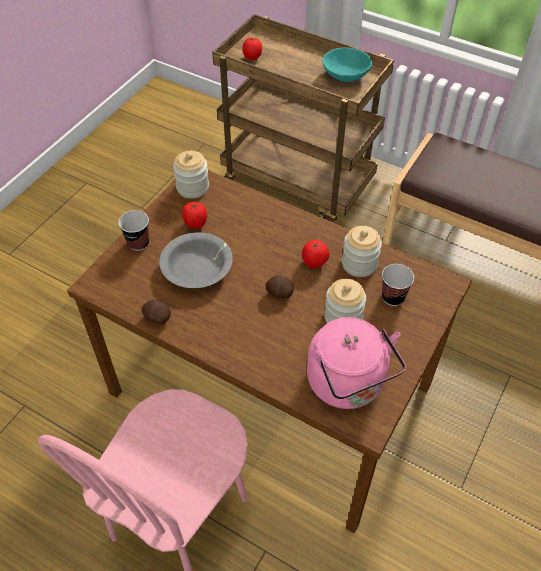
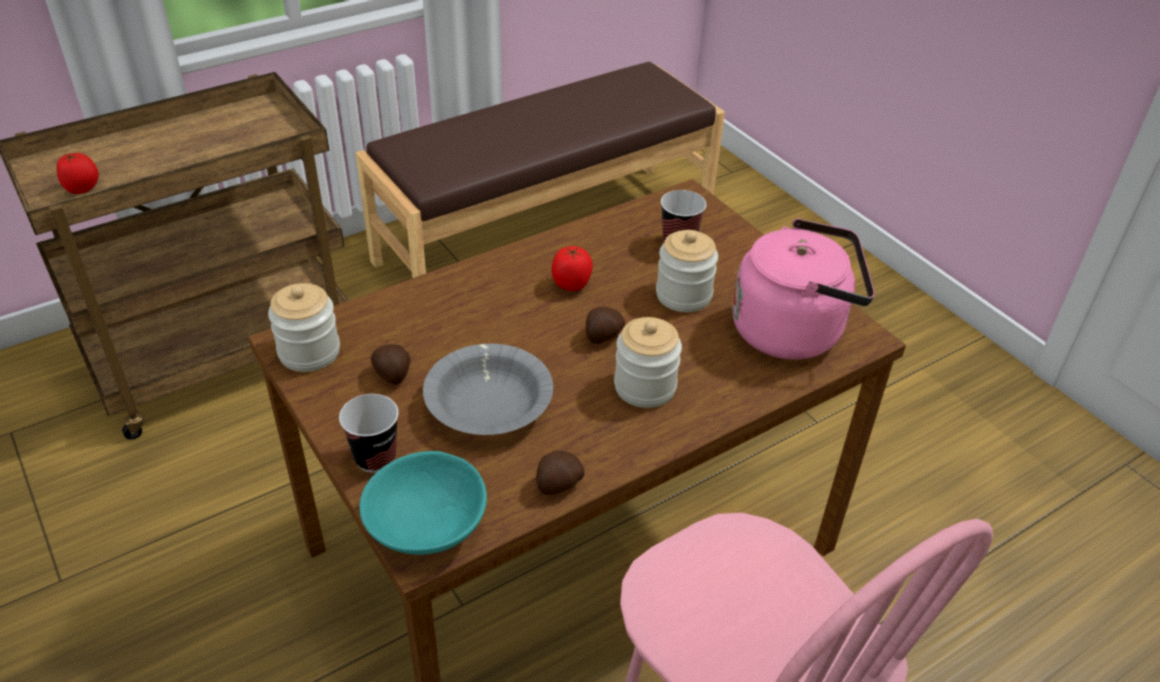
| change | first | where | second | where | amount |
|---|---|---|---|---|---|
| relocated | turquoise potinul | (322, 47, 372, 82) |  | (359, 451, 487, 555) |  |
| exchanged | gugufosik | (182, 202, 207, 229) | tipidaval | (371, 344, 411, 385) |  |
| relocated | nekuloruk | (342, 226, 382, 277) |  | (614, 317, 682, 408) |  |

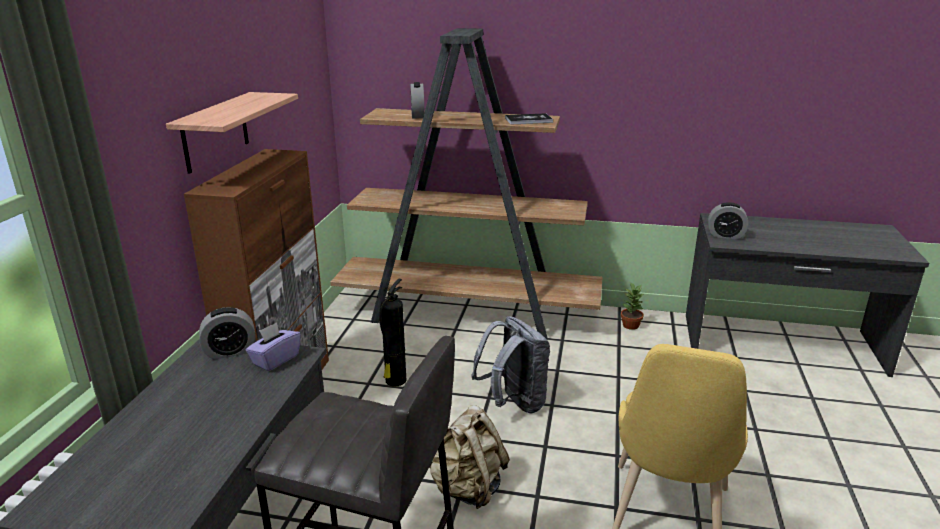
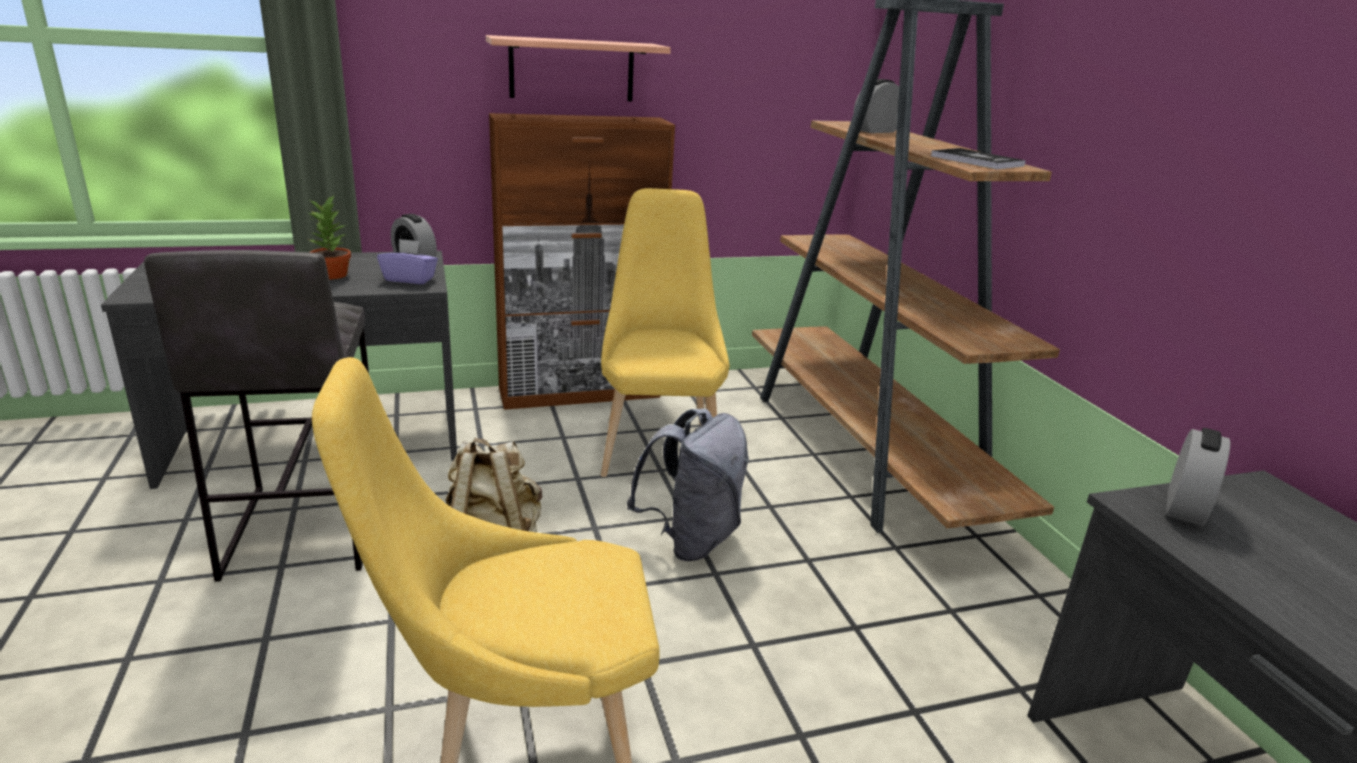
| change | first | where | second | where | amount |
|---|---|---|---|---|---|
| relocated | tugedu | (621, 283, 644, 330) |  | (308, 196, 351, 279) |  |
| exchanged | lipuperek | (379, 279, 406, 386) | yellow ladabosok | (601, 188, 730, 477) |  |
| spun | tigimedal | (708, 202, 748, 239) |  | (1166, 428, 1230, 526) | 135 degrees counterclockwise |

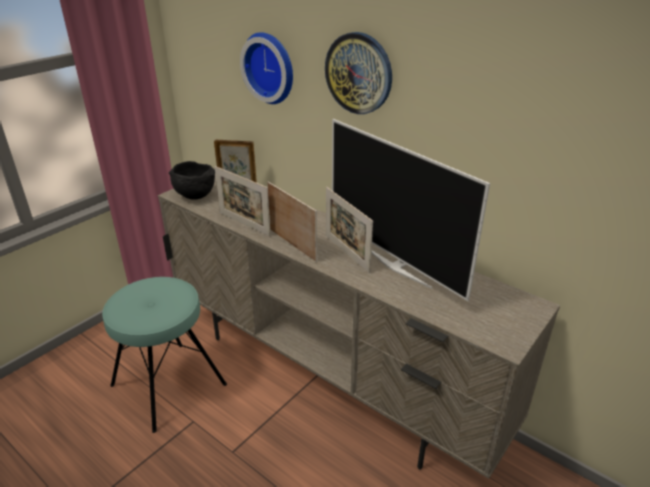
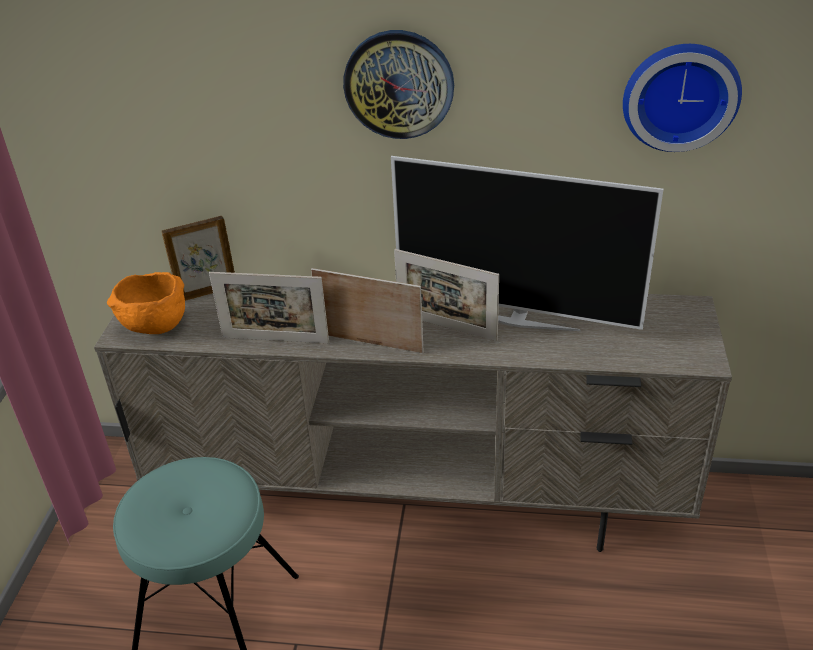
| change | first | where | second | where | amount |
|---|---|---|---|---|---|
| colour | black potinul | (169, 161, 215, 200) | orange potinul | (107, 272, 185, 334) |  |
| relocated | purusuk | (240, 32, 293, 104) |  | (623, 44, 742, 152) |  |

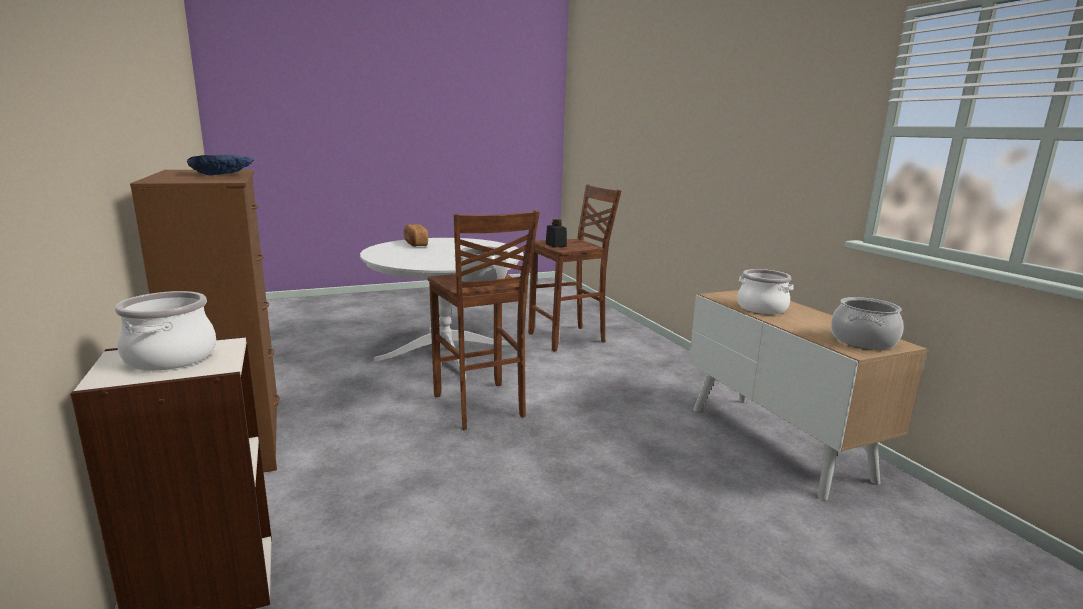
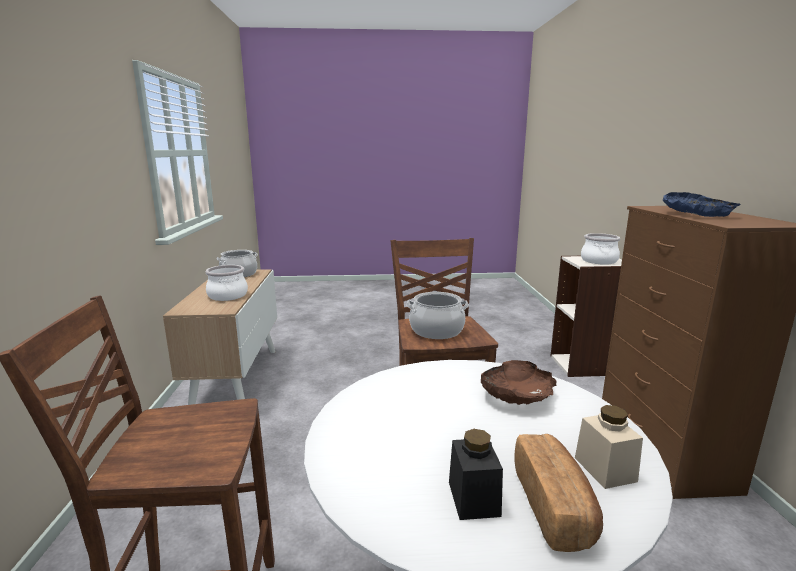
| change | first | where | second | where | amount |
|---|---|---|---|---|---|
| relocated | black nekuloruk | (546, 219, 567, 248) |  | (449, 429, 503, 520) |  |
| appeared |  |  | brown potinul | (481, 360, 556, 405) |  |
| appeared |  |  | beige nekuloruk | (575, 405, 643, 489) |  |

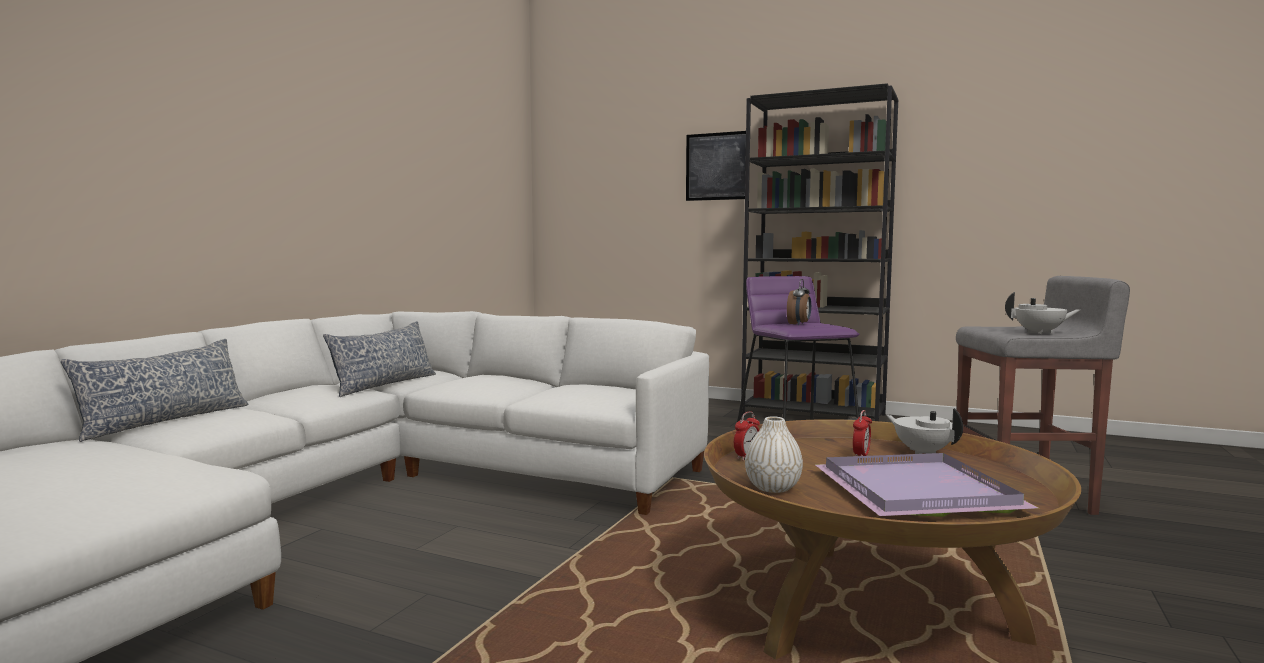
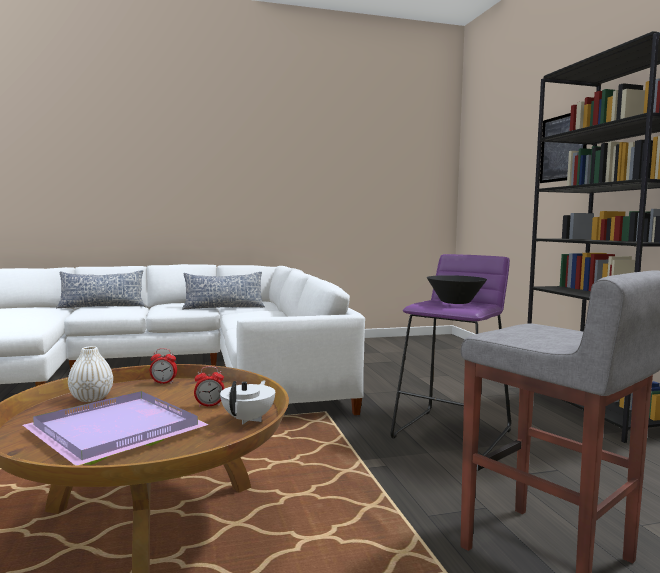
| change | first | where | second | where | amount |
|---|---|---|---|---|---|
| exchanged | tigimedal | (787, 279, 811, 326) | black potinul | (427, 275, 487, 304) |  |
| missing | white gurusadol | (1005, 292, 1080, 335) |  |  |  |

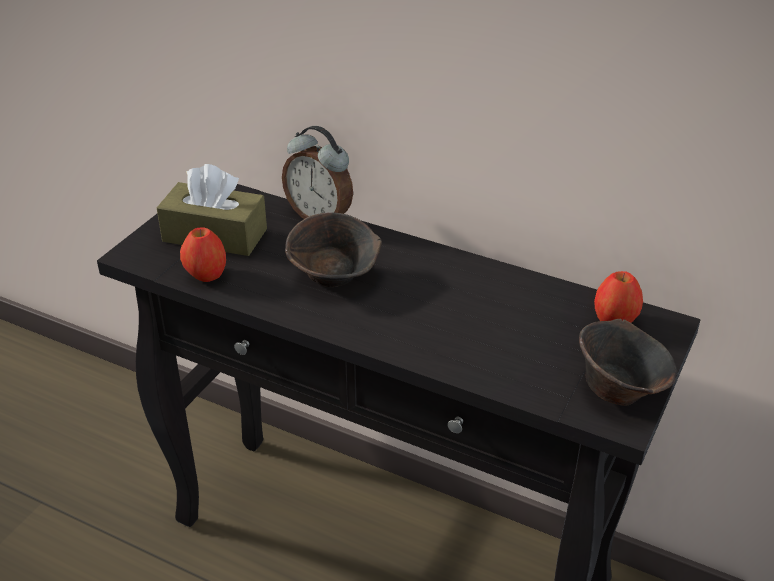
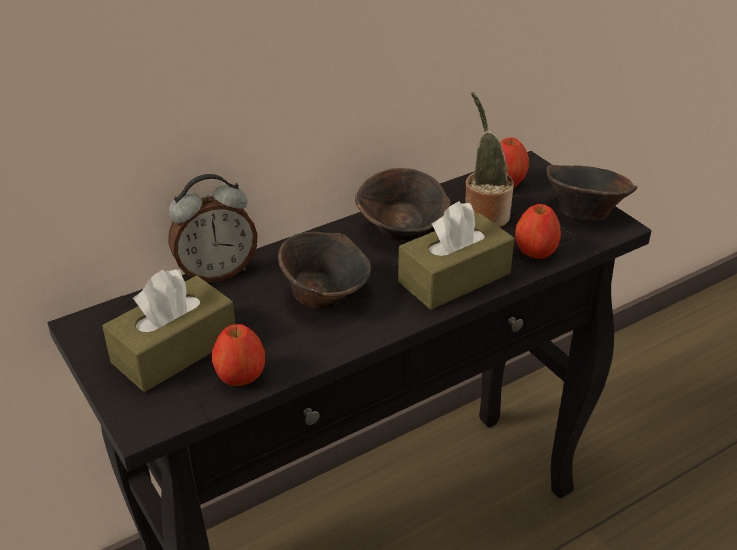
| change | first | where | second | where | amount |
|---|---|---|---|---|---|
| appeared |  |  | brown potinul | (355, 168, 451, 241) |  |
| appeared |  |  | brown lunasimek | (398, 201, 515, 310) |  |
| appeared |  |  | tugedu | (465, 92, 514, 227) |  |
| appeared |  |  | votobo | (515, 204, 561, 259) |  |

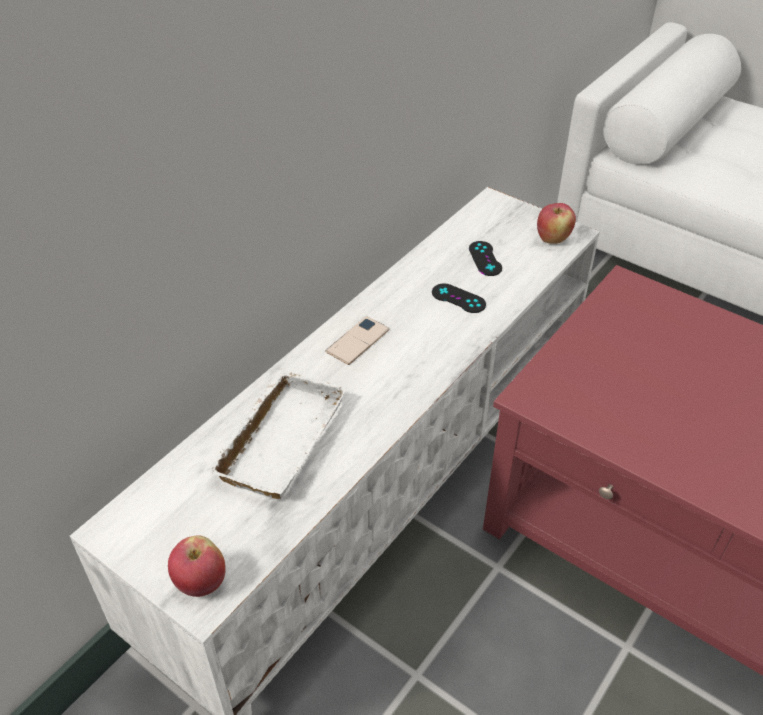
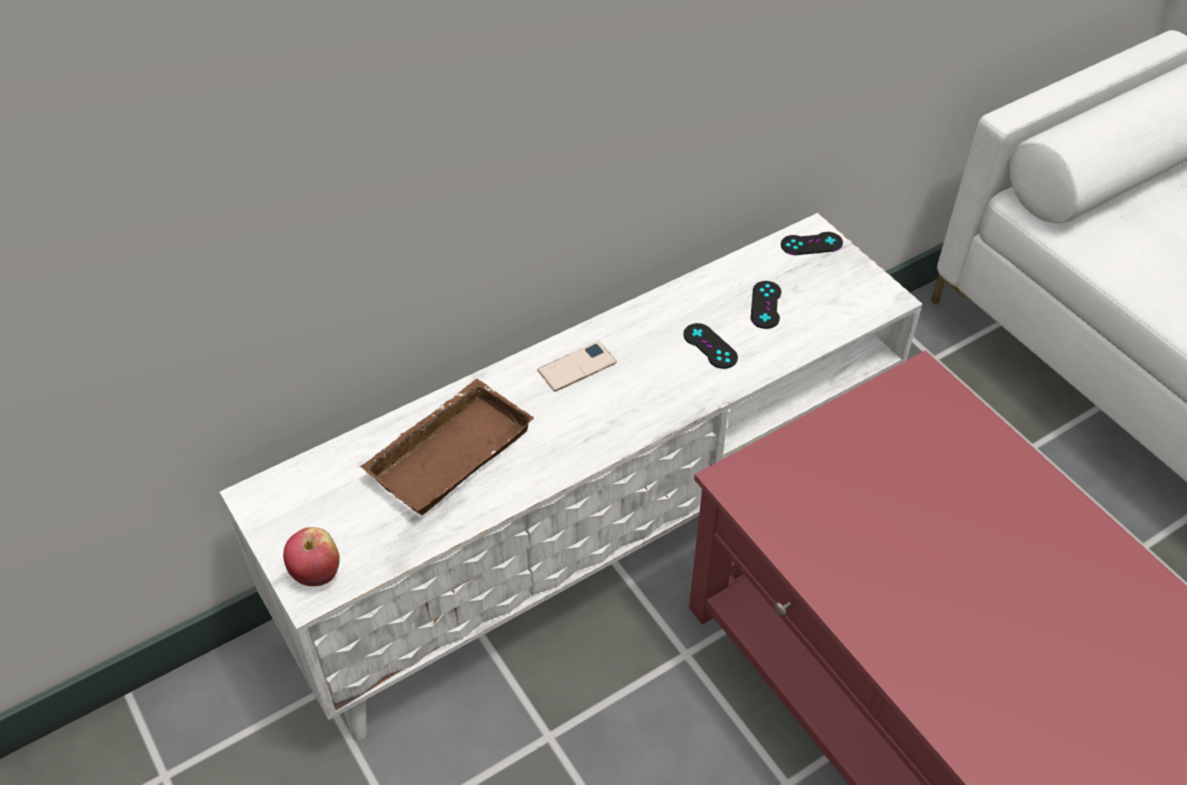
| change | first | where | second | where | amount |
|---|---|---|---|---|---|
| colour | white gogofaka | (207, 369, 347, 499) | brown gogofaka | (360, 379, 534, 515) |  |
| appeared |  |  | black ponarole | (781, 232, 843, 255) |  |
| missing | votobo | (537, 203, 576, 244) |  |  |  |

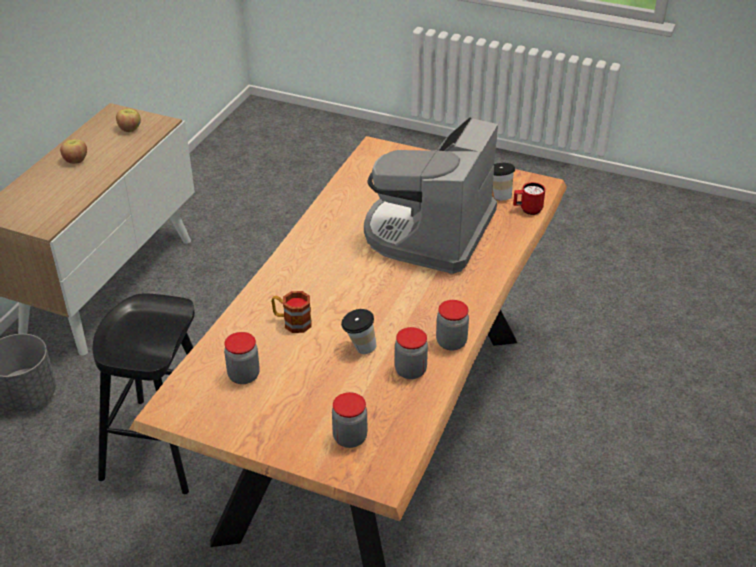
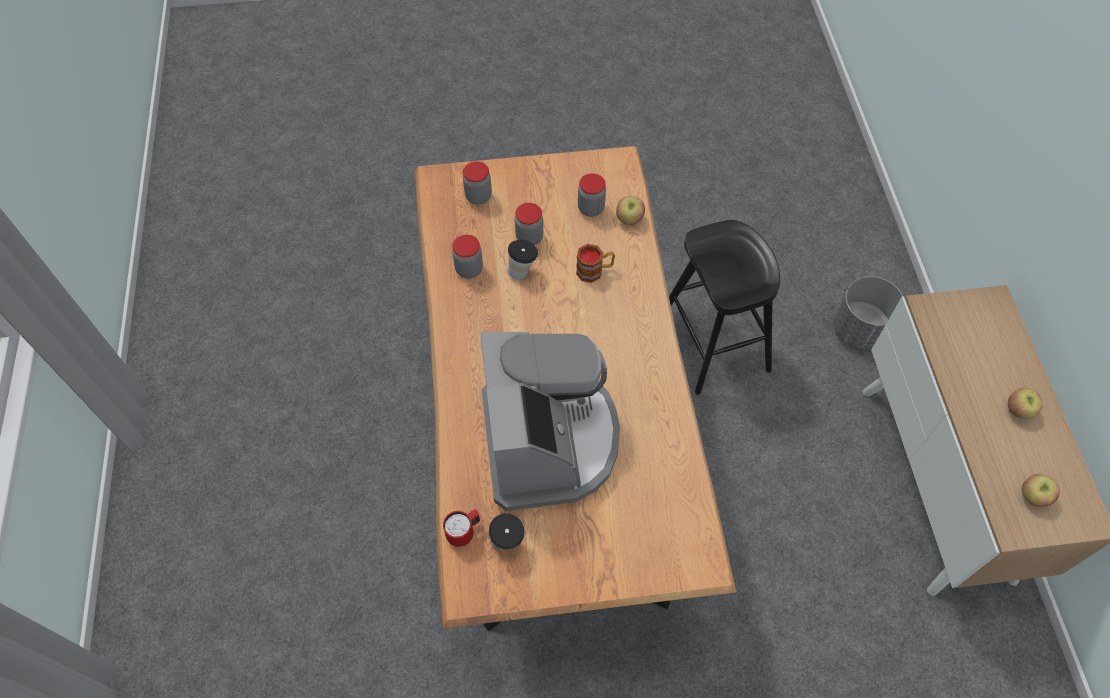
| change | first | where | second | where | amount |
|---|---|---|---|---|---|
| relocated | nekuloruk | (436, 300, 469, 351) |  | (515, 203, 543, 245) |  |
| appeared |  |  | votobo | (616, 196, 645, 225) |  |

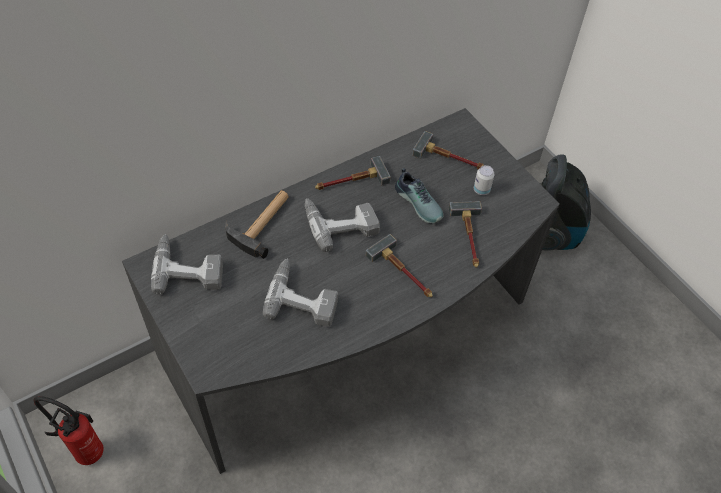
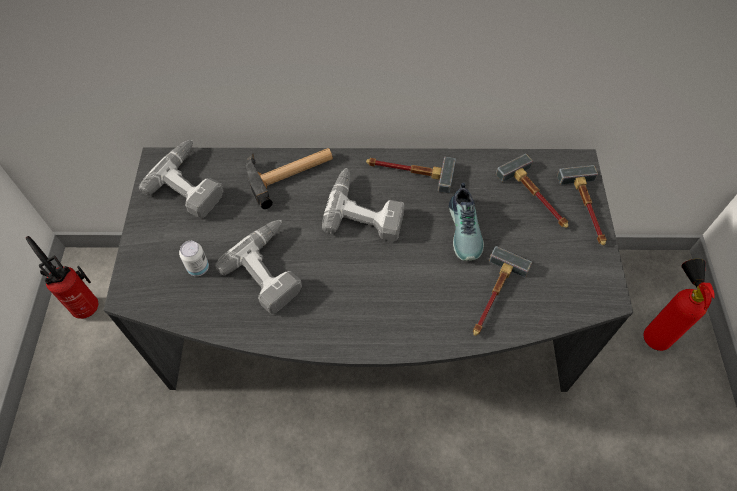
| change | first | where | second | where | amount |
|---|---|---|---|---|---|
| relocated | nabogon | (474, 165, 494, 195) |  | (179, 241, 209, 276) |  |
| relocated | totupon | (366, 234, 433, 297) |  | (557, 165, 607, 245) |  |
| exchanged | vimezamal | (540, 154, 591, 251) | lipuperek | (643, 259, 715, 351) |  |

